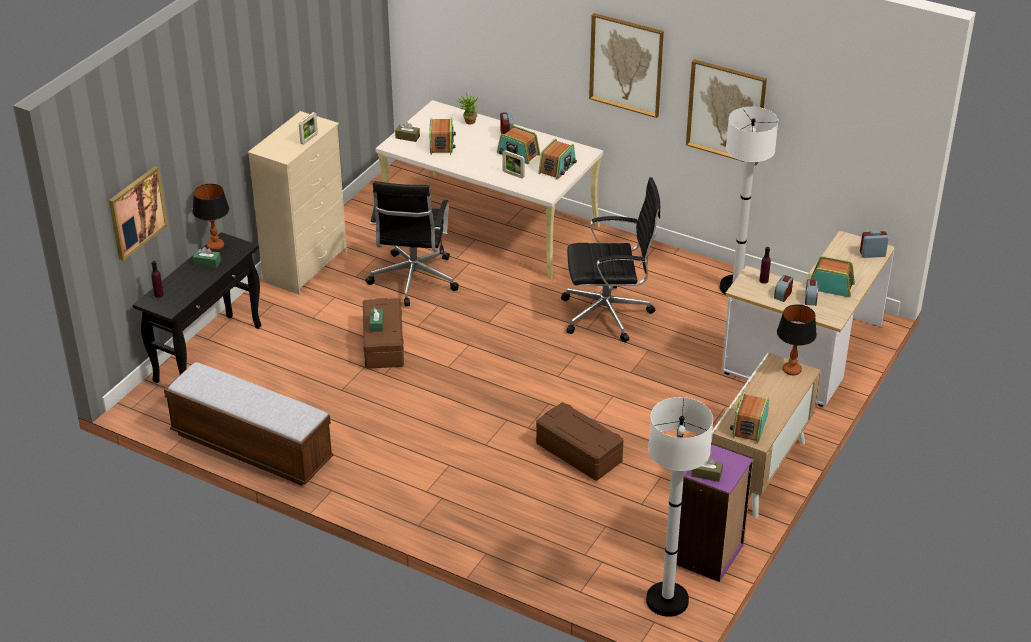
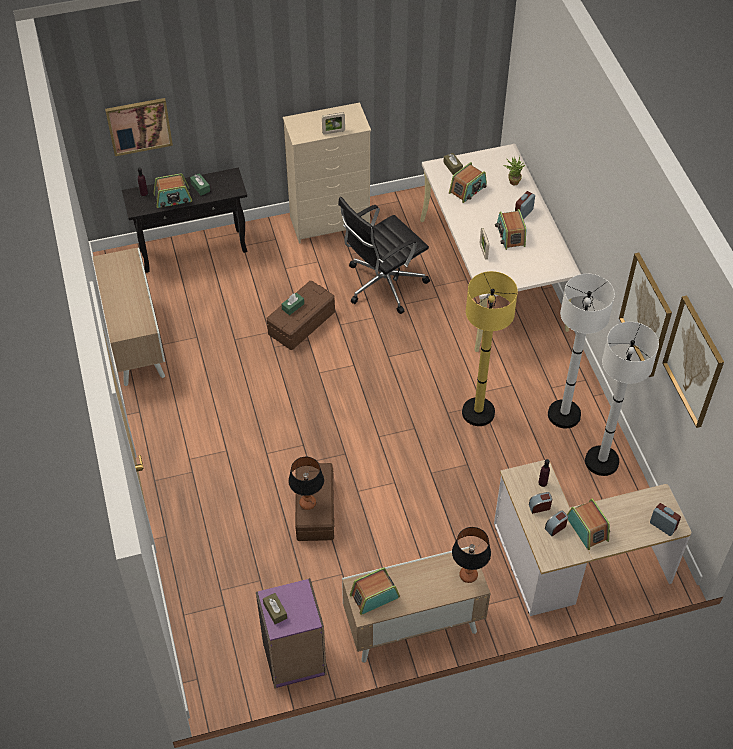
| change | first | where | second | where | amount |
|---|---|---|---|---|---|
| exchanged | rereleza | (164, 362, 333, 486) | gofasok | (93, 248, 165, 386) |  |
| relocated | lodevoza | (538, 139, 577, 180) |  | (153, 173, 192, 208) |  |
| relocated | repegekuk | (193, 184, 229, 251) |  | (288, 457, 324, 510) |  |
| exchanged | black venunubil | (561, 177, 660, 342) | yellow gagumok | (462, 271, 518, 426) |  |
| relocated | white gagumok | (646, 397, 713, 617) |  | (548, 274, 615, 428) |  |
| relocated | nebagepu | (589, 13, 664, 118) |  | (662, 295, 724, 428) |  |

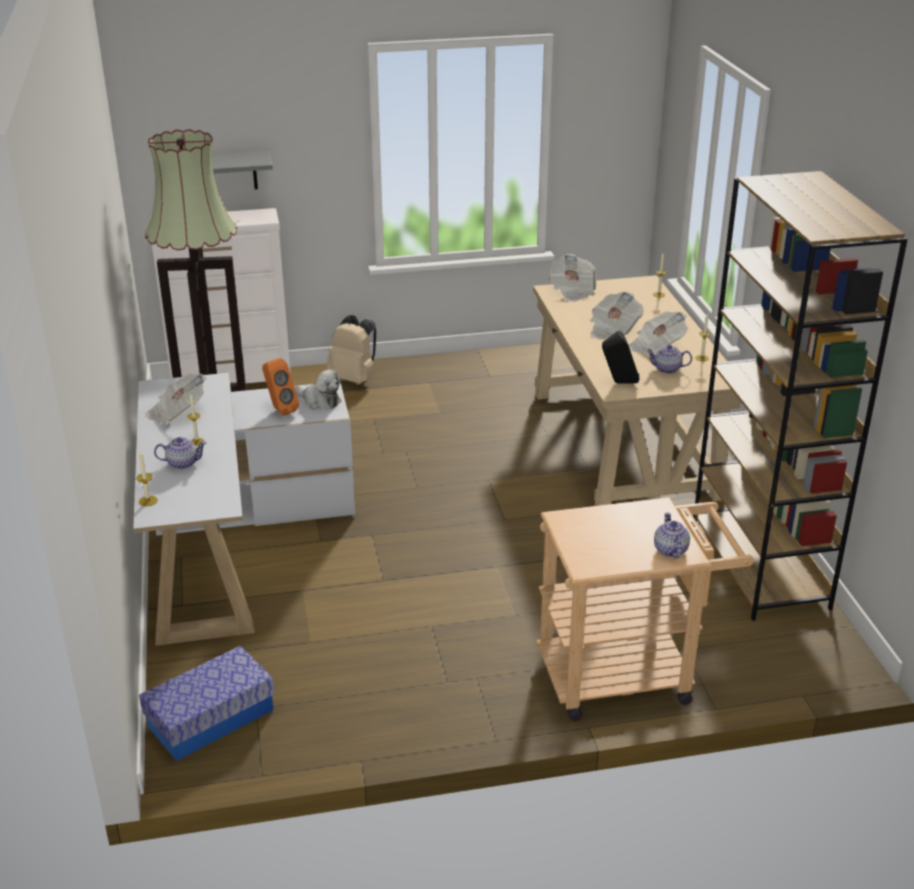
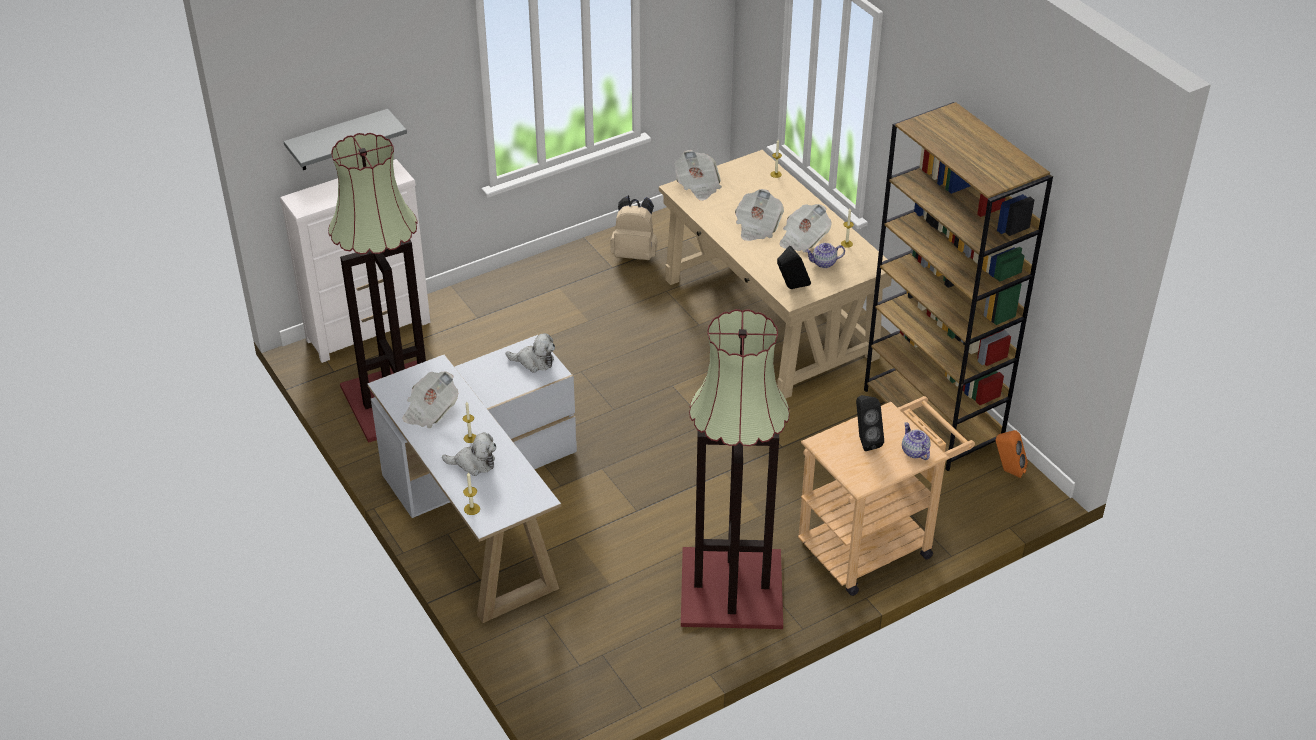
| change | first | where | second | where | amount |
|---|---|---|---|---|---|
| exchanged | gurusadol | (154, 437, 207, 469) | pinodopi | (442, 432, 496, 476) |  |
| relocated | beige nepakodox | (327, 315, 376, 384) |  | (610, 195, 657, 260) |  |
| appeared |  |  | gagumok | (681, 309, 789, 629) |  |
| appeared |  |  | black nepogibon | (856, 395, 884, 451) |  |
| relocated | orange nepogibon | (262, 358, 299, 416) |  | (996, 430, 1028, 478) |  |
| missing | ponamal | (139, 645, 275, 761) |  |  |  |

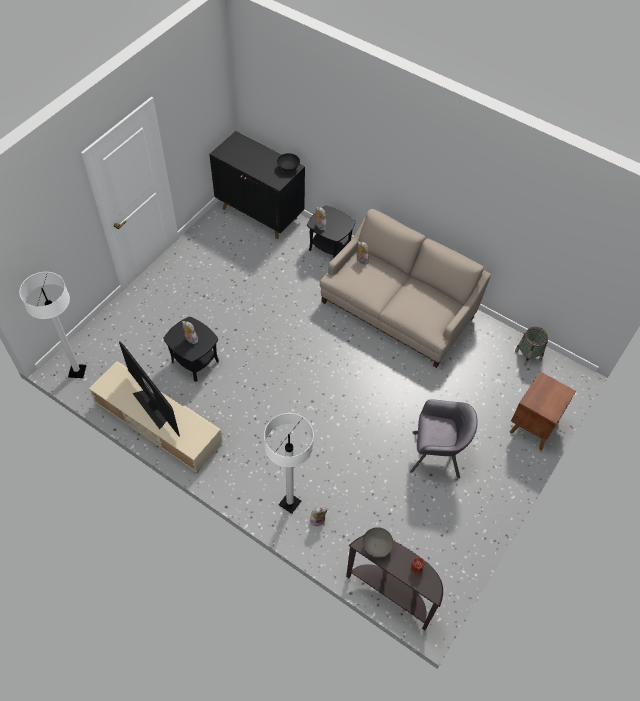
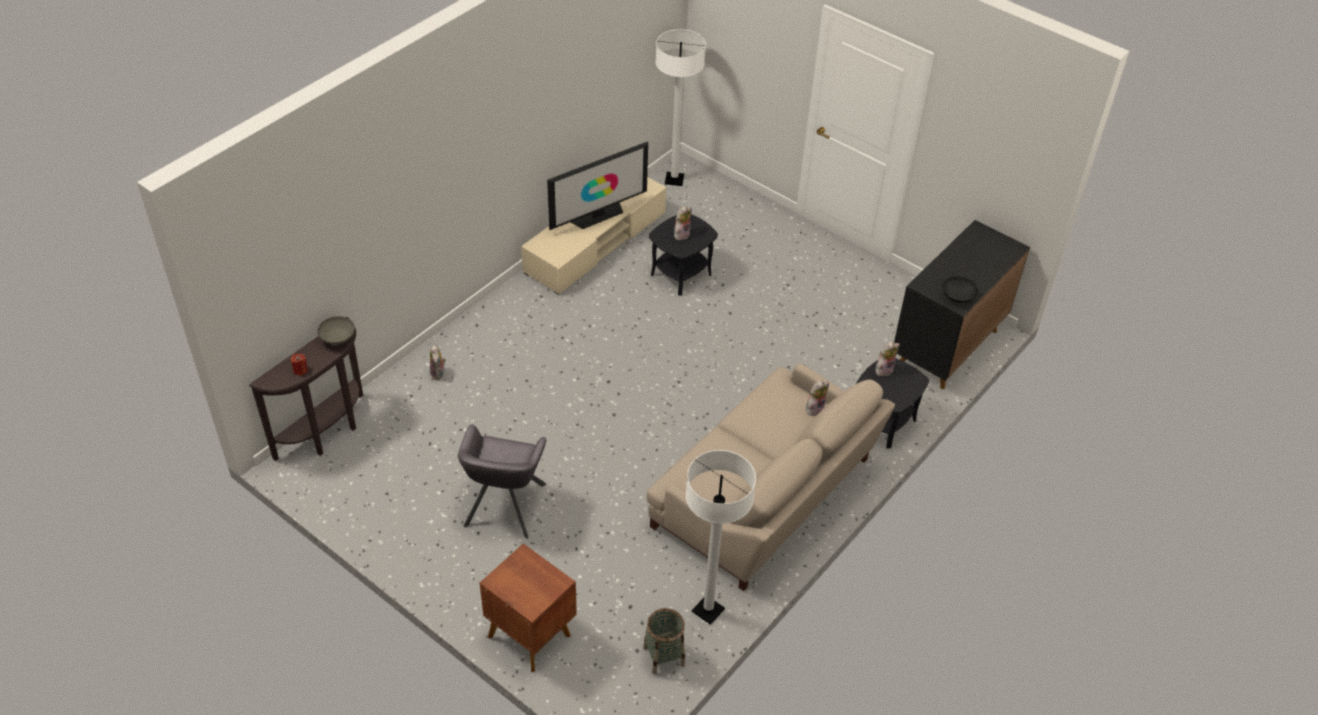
| change | first | where | second | where | amount |
|---|---|---|---|---|---|
| relocated | white gagumok | (264, 413, 314, 514) |  | (686, 450, 756, 625) |  |

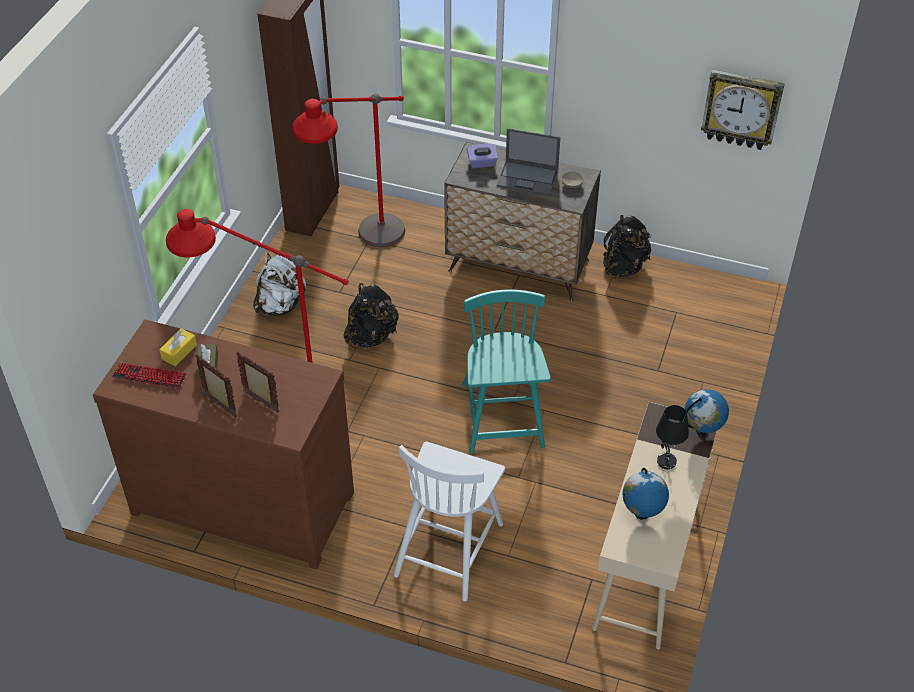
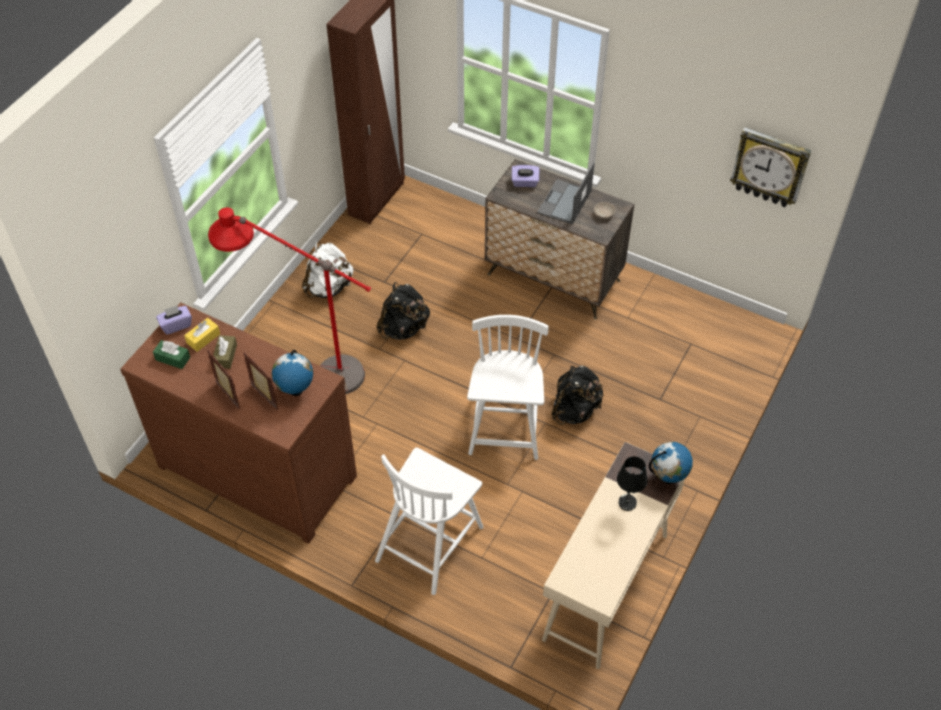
| change | first | where | second | where | amount |
|---|---|---|---|---|---|
| exchanged | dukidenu | (112, 363, 187, 388) | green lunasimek | (153, 340, 190, 369) |  |
| appeared |  |  | purple lunasimek | (156, 305, 192, 335) |  |
| relocated | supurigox | (622, 468, 669, 520) |  | (272, 350, 313, 396) |  |
| colour | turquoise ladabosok | (462, 290, 551, 454) | white ladabosok | (467, 315, 549, 460) |  |
| spun | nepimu | (497, 128, 560, 195) |  | (537, 162, 595, 225) | 90 degrees clockwise |
| relocated | black nepakodox | (603, 215, 651, 278) |  | (551, 366, 604, 425) |  |
| missing | red gagumok | (292, 94, 405, 247) |  |  |  |

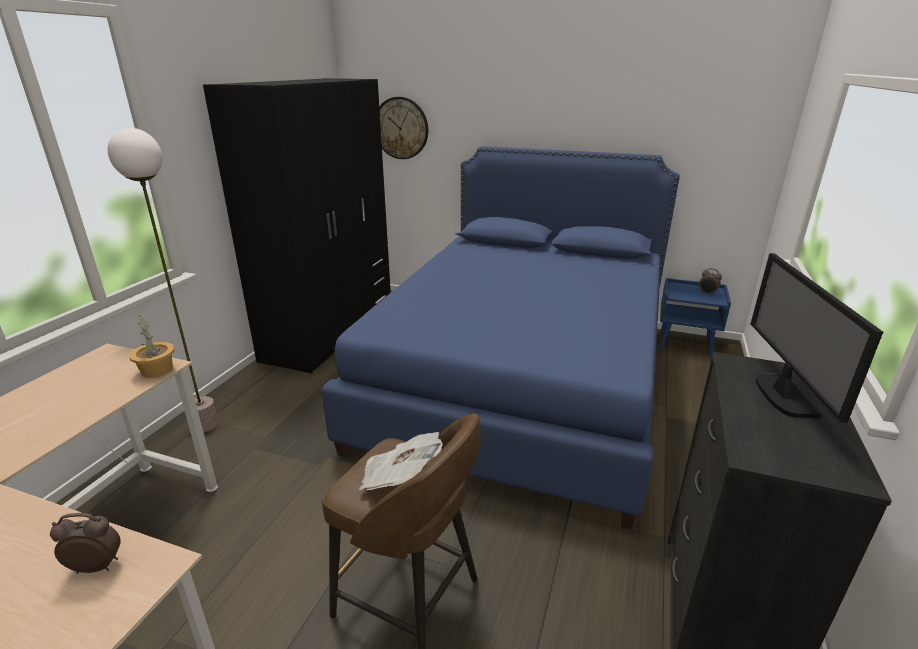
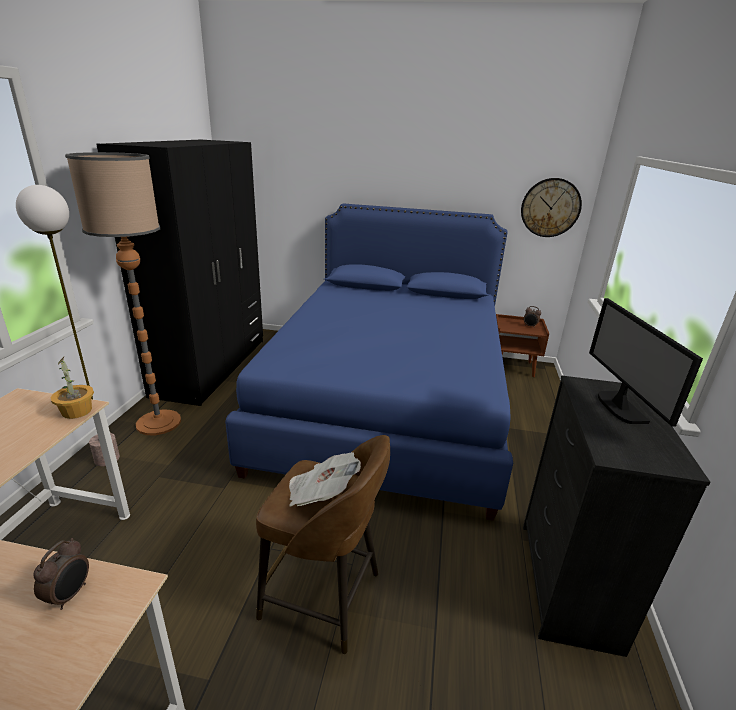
| change | first | where | second | where | amount |
|---|---|---|---|---|---|
| spun | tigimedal | (50, 513, 121, 574) |  | (33, 538, 89, 610) | 120 degrees clockwise |
| appeared |  |  | gagumok | (65, 152, 181, 435) |  |
| colour | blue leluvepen | (660, 278, 731, 357) | brown leluvepen | (496, 314, 549, 377) |  |
| relocated | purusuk | (379, 97, 428, 159) |  | (521, 178, 582, 237) |  |

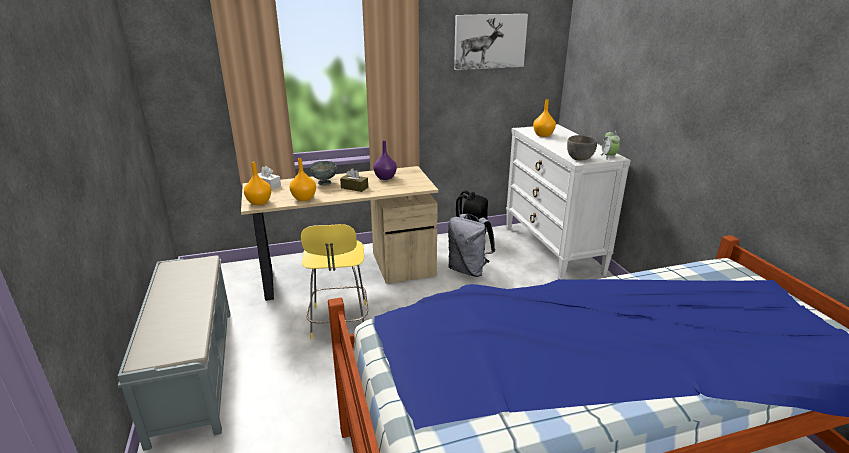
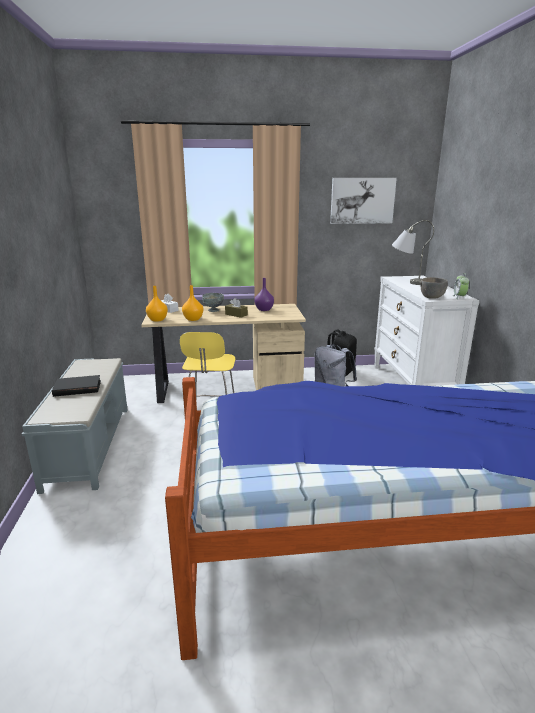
| change | first | where | second | where | amount |
|---|---|---|---|---|---|
| appeared |  |  | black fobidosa | (52, 375, 101, 397) |  |
| exchanged | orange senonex | (533, 99, 556, 137) | grey repegekuk | (392, 220, 434, 285) |  |

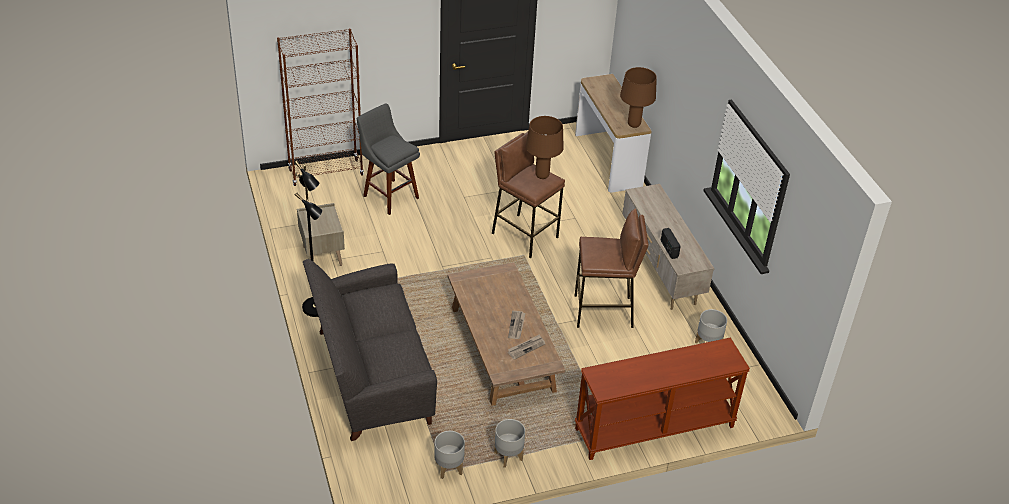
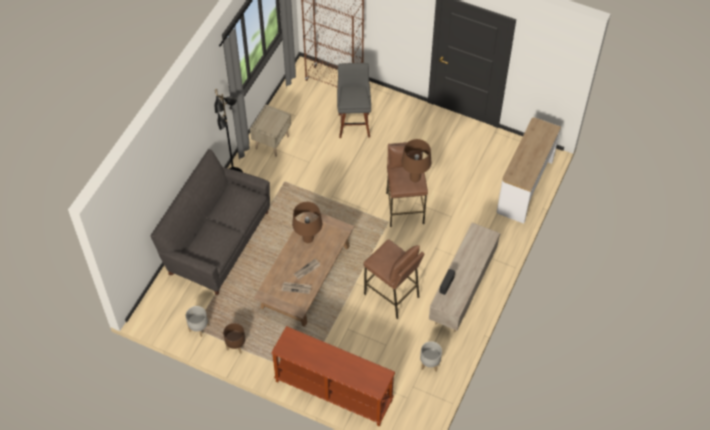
| change | first | where | second | where | amount |
|---|---|---|---|---|---|
| colour | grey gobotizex | (494, 419, 525, 468) | brown gobotizex | (223, 323, 245, 354) |  |
| relocated | brown repegekuk | (620, 67, 657, 128) |  | (292, 202, 322, 243) |  |

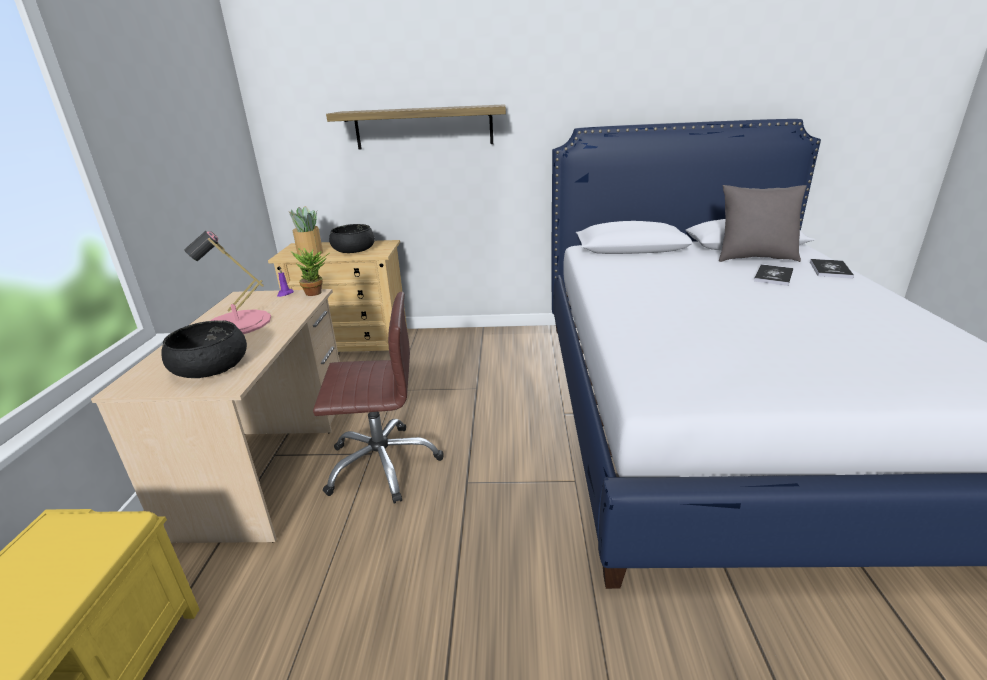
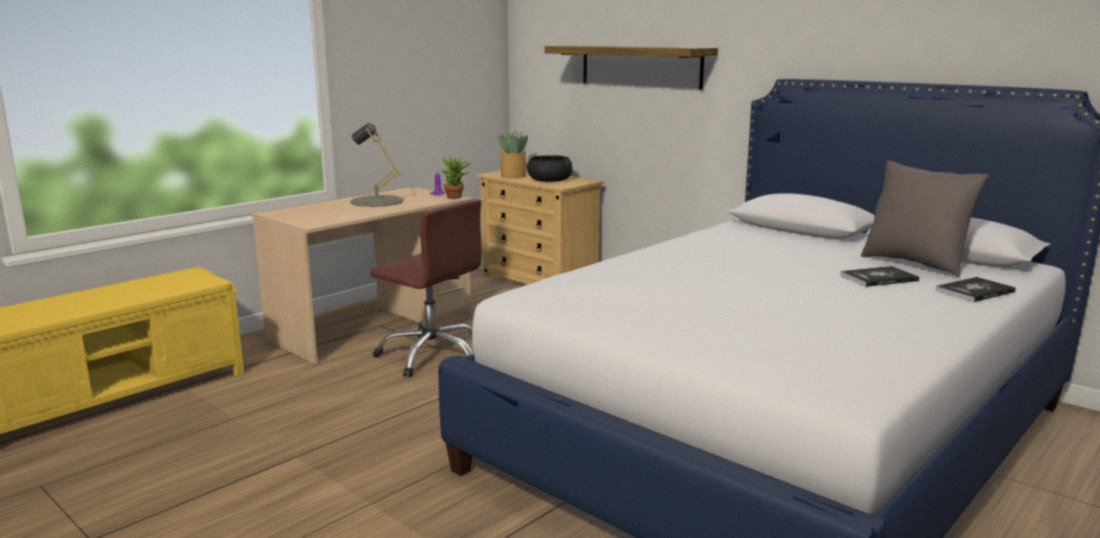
| change | first | where | second | where | amount |
|---|---|---|---|---|---|
| colour | pink repegekuk | (184, 231, 271, 334) | grey repegekuk | (350, 123, 404, 207) |  |
| missing | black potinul | (161, 320, 247, 378) |  |  |  |

